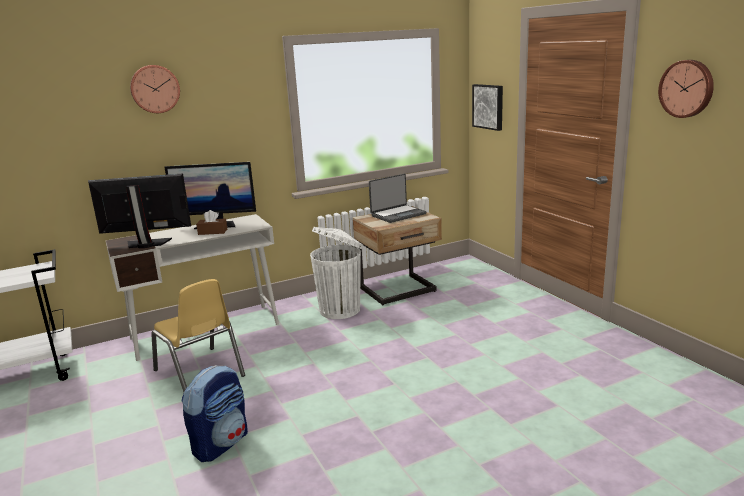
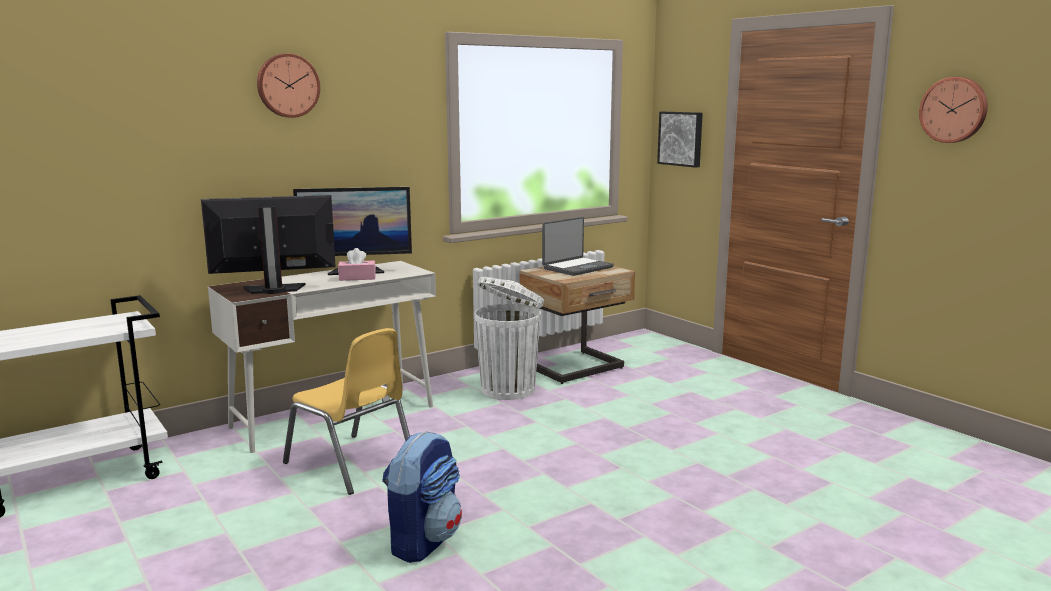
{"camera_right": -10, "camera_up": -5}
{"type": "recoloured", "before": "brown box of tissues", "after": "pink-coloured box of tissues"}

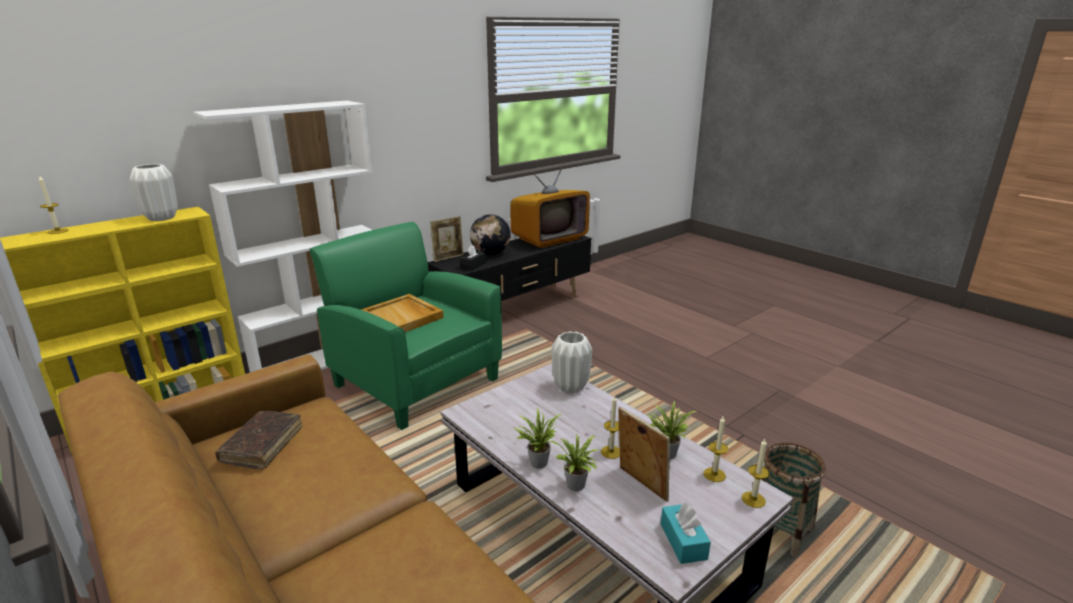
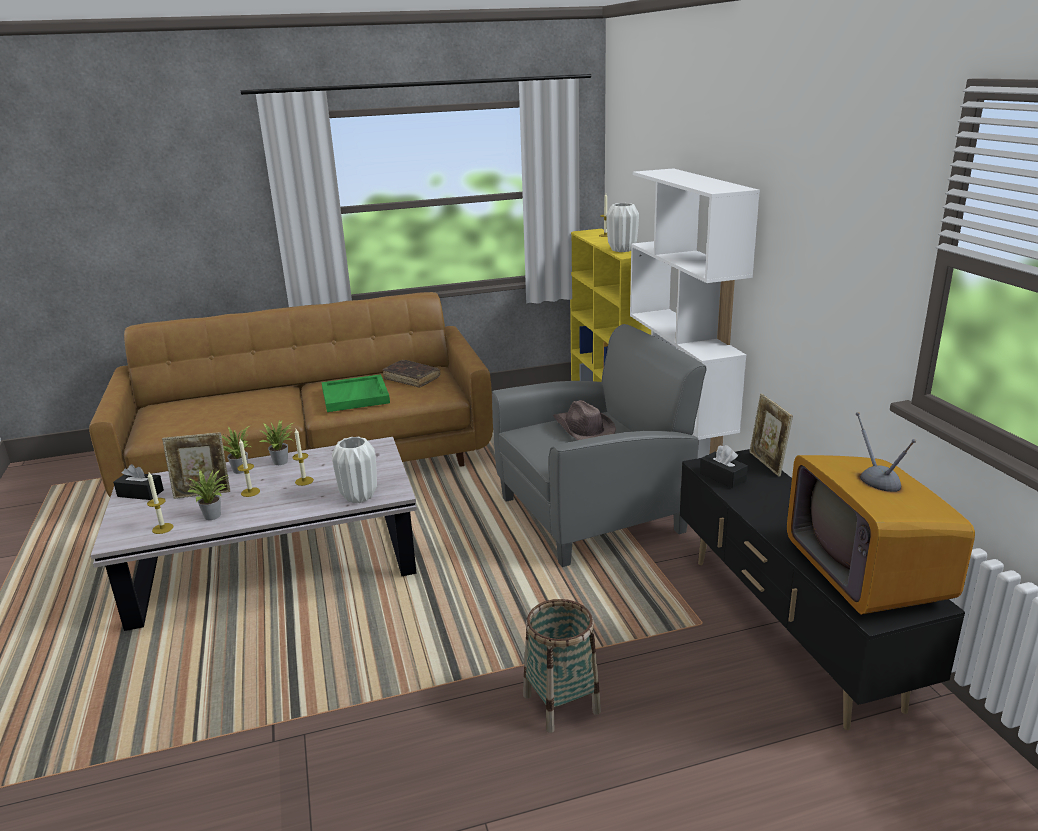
{"camera_right": 115, "camera_up": 0}
{"type": "recoloured", "before": "blue-green box of tissues", "after": "black-coloured box of tissues (1st from left)"}
{"type": "moved", "before": "wax light (4th from left in the first image)", "after": "wax light (3rd from left)"}
{"type": "added", "after": "green-coloured tray"}
{"type": "recoloured", "before": "green-coloured easy chair", "after": "greyish easy chair"}
{"type": "moved", "before": "household basket"}
{"type": "replaced", "before": "beige tray", "after": "brown wearable hat"}
{"type": "removed", "before": "globe"}

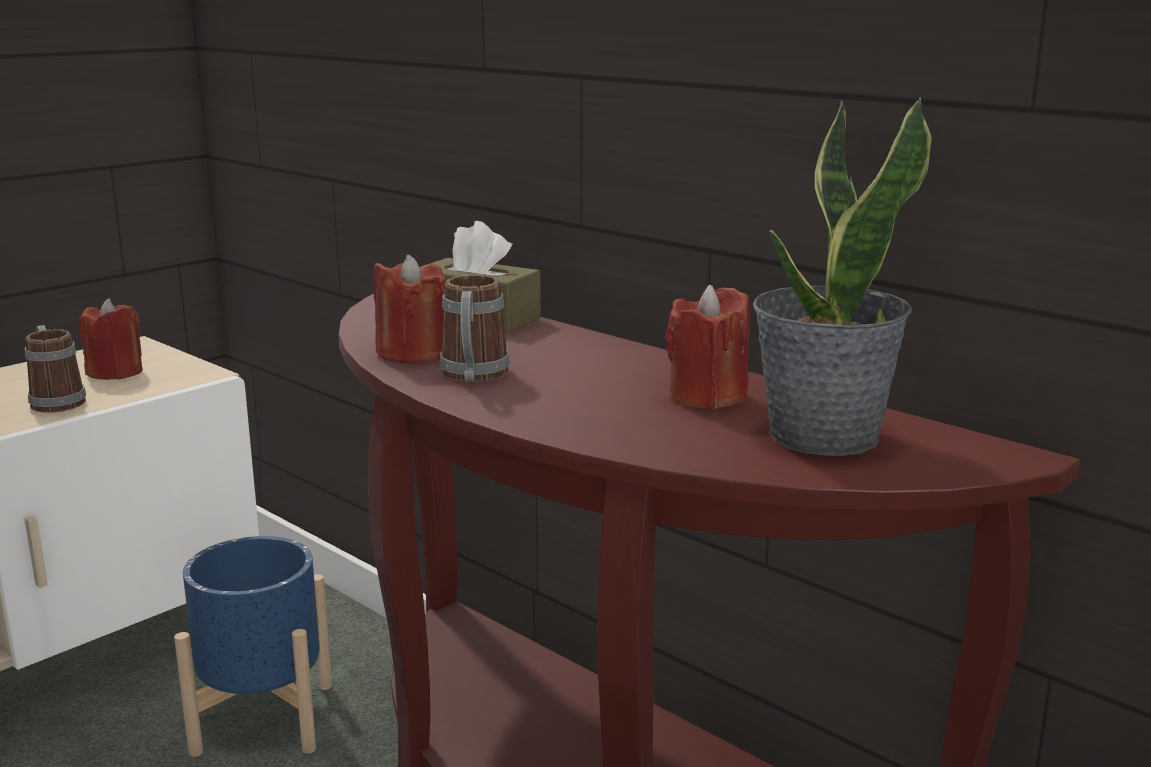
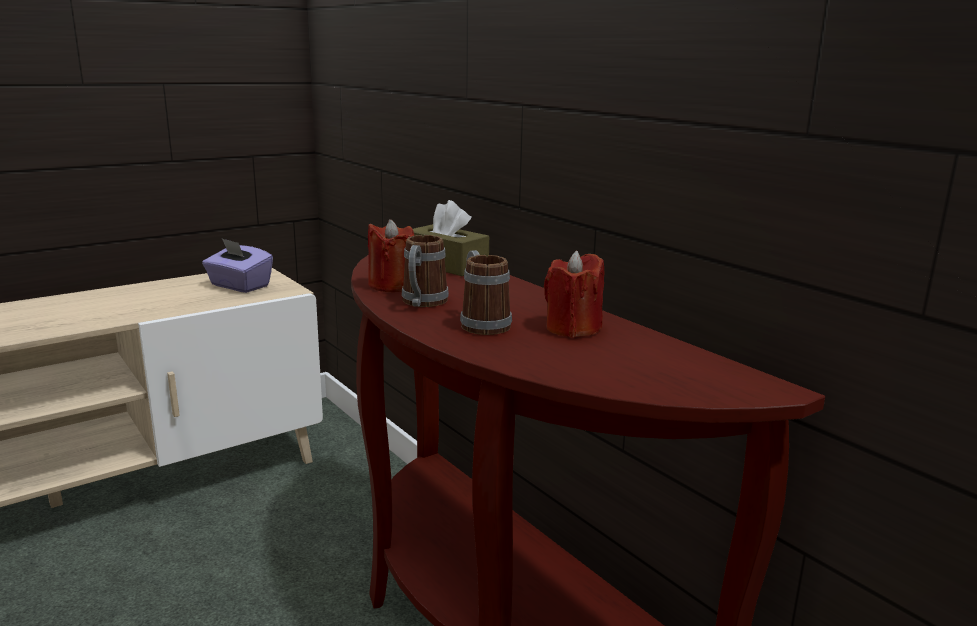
{"camera_right": 10, "camera_up": 0}
{"type": "replaced", "before": "red-coloured wax light (1st from left)", "after": "purple box of tissues"}
{"type": "moved", "before": "tea mug (1st from left in the first image)", "after": "tea mug (2nd from left)"}
{"type": "removed", "before": "blue-coloured planter"}
{"type": "removed", "before": "plant in a pot"}

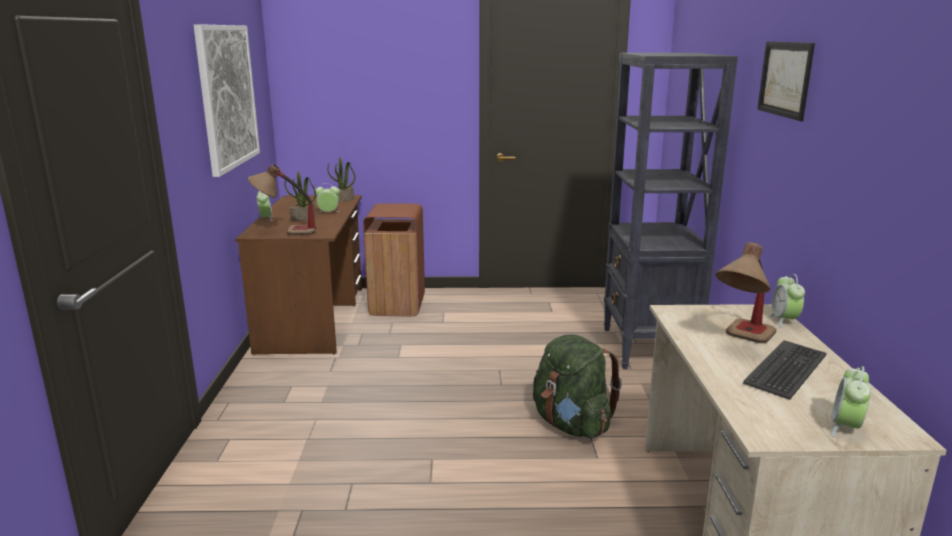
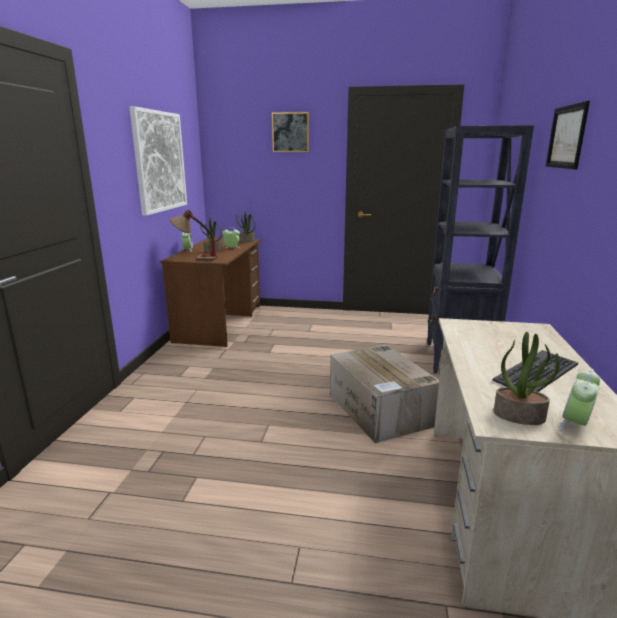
{"camera_right": 10, "camera_up": 0}
{"type": "added", "after": "wall art (2nd from left)"}
{"type": "replaced", "before": "green-coloured rucksack", "after": "carton"}
{"type": "added", "after": "plant in a pot (3rd from left)"}
{"type": "removed", "before": "brown rubbish bin"}
{"type": "removed", "before": "tabletop lamp (2nd from left)"}
{"type": "removed", "before": "table clock (3rd from left)"}

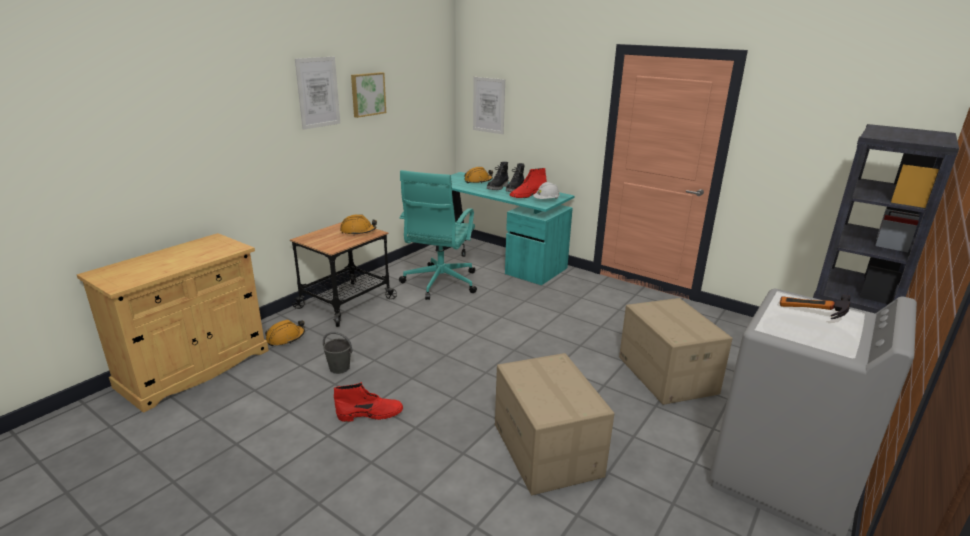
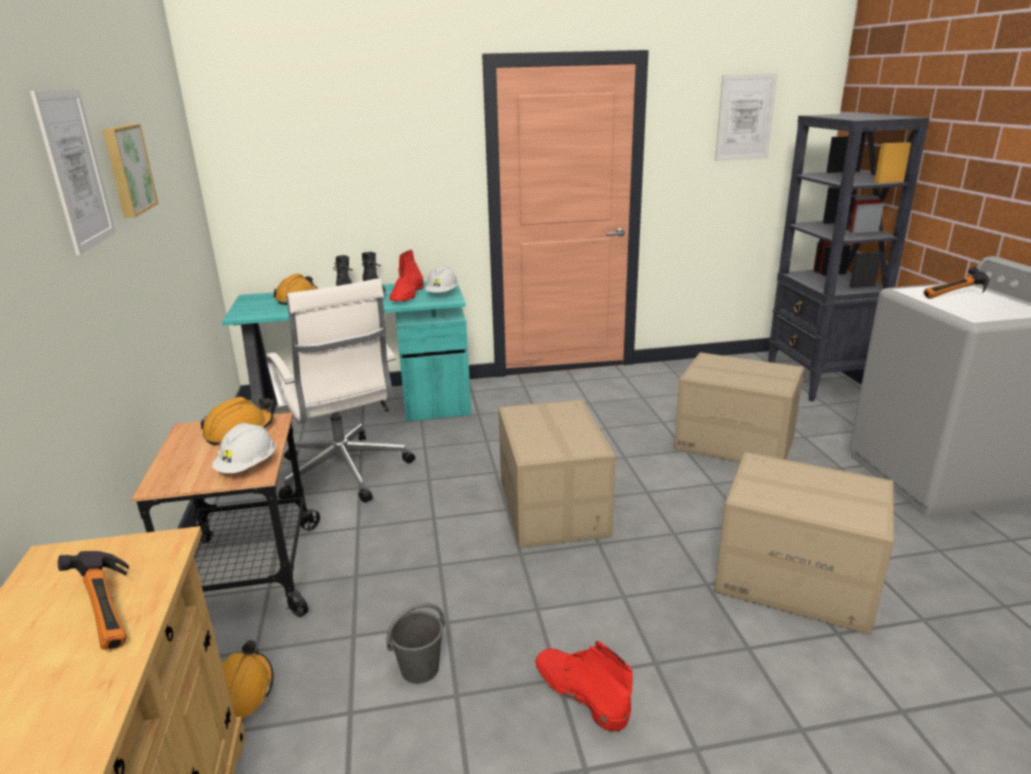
{"camera_right": -45, "camera_up": 0}
{"type": "added", "after": "hammer (1st from left)"}
{"type": "added", "after": "whitish work helmet (1st from left)"}
{"type": "recoloured", "before": "blue-green desk chair", "after": "whitish desk chair"}
{"type": "added", "after": "carton (1st from left)"}
{"type": "turned", "before": "red-coloured tall boot (1st from left in the first image)", "turn": -75}
{"type": "moved", "before": "wall art (3rd from left)"}

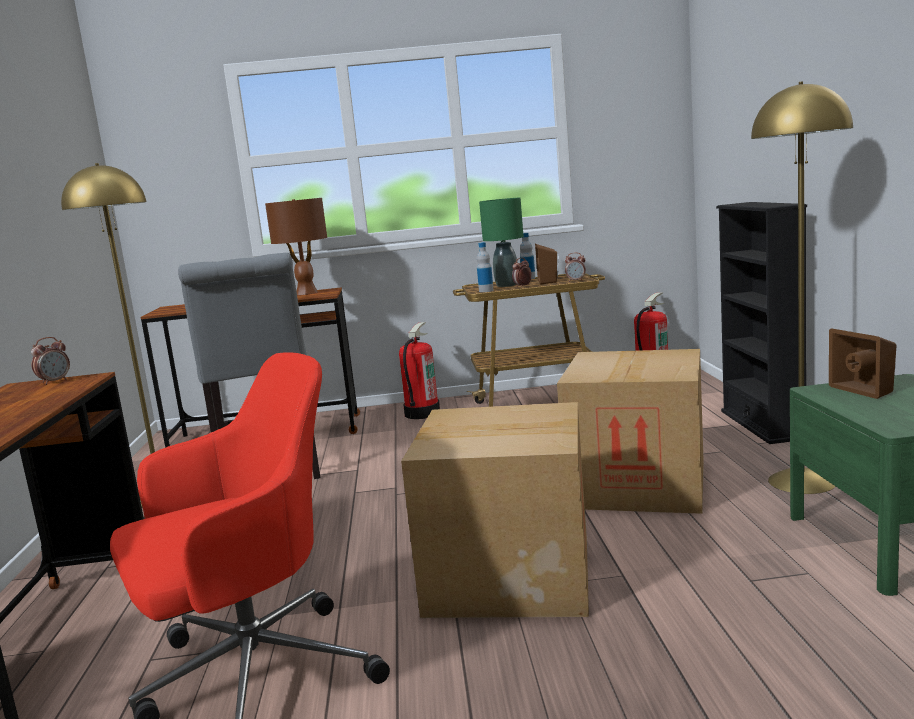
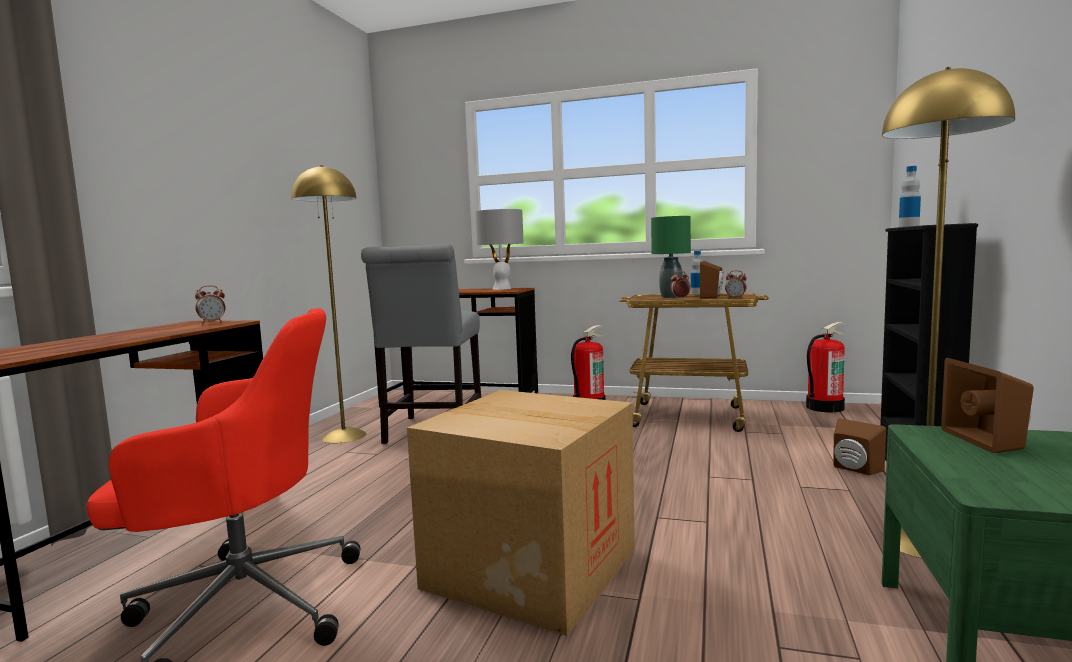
{"camera_right": 20, "camera_up": -5}
{"type": "recoloured", "before": "brown tabletop lamp", "after": "greyish tabletop lamp"}
{"type": "added", "after": "brown audio speaker (2nd from left)"}
{"type": "moved", "before": "beverage bottle (1st from left in the first image)", "after": "beverage bottle (2nd from left)"}
{"type": "removed", "before": "carton (2nd from left)"}

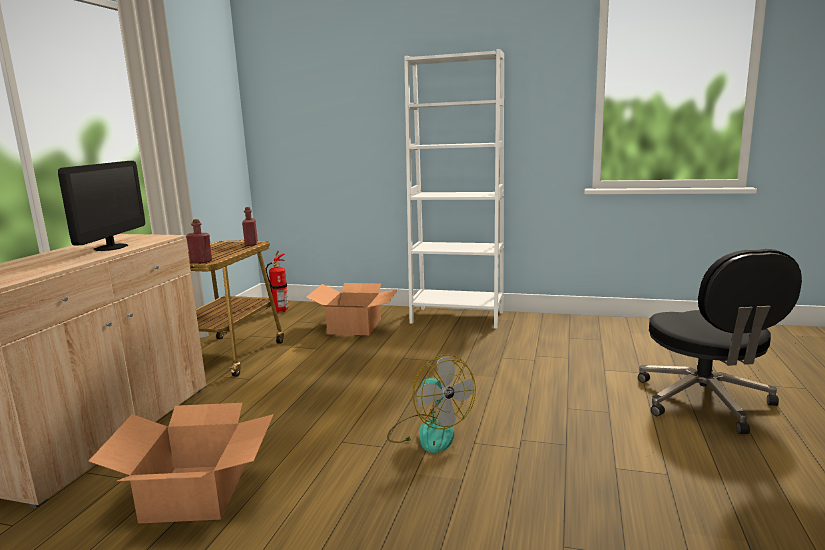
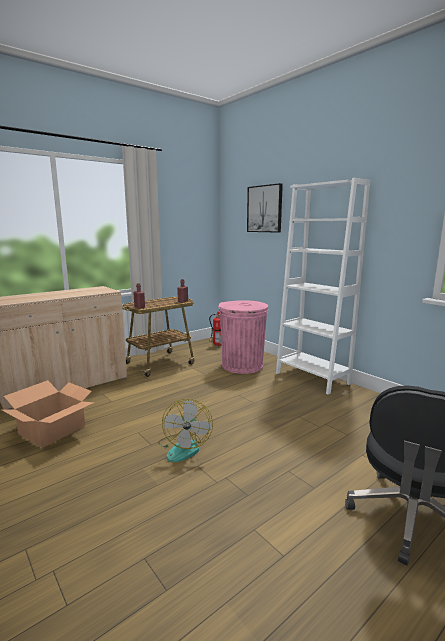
{"camera_right": 35, "camera_up": 0}
{"type": "replaced", "before": "carton (2nd from left)", "after": "pink-coloured rubbish bin"}
{"type": "added", "after": "wall art"}
{"type": "removed", "before": "computer screen"}

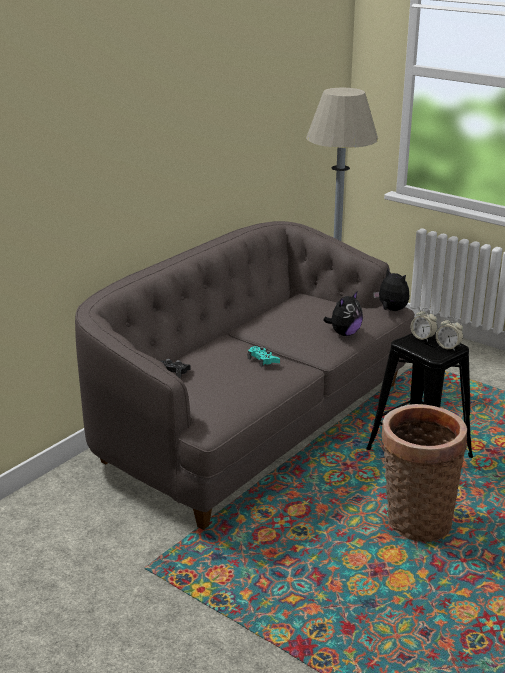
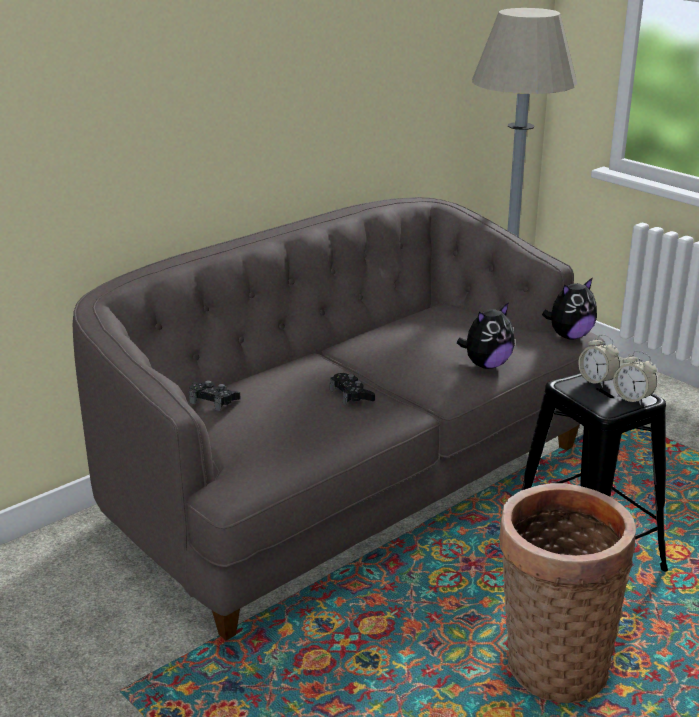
{"camera_right": 10, "camera_up": 0}
{"type": "recoloured", "before": "blue-green game controller", "after": "black-coloured game controller (2nd from left)"}
{"type": "turned", "before": "cuddly toy (2nd from left)", "turn": 90}

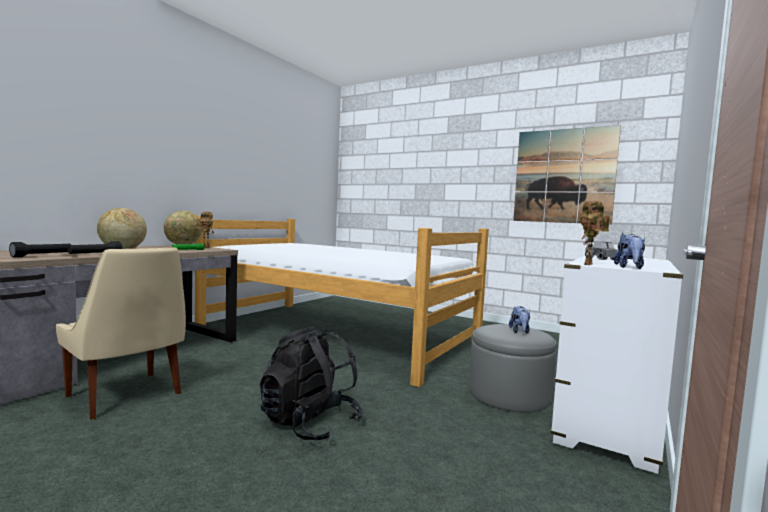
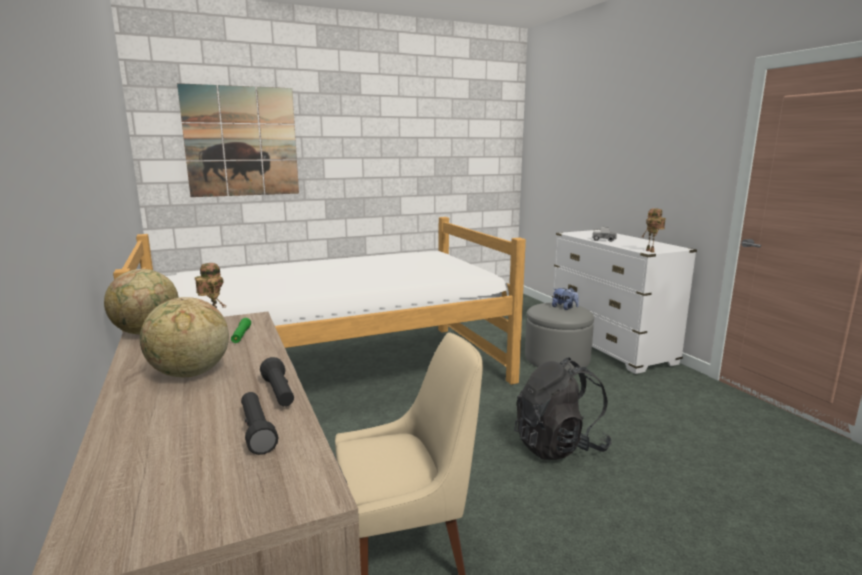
{"camera_right": -55, "camera_up": 10}
{"type": "moved", "before": "wall art"}
{"type": "removed", "before": "cuddly toy (2nd from left)"}

